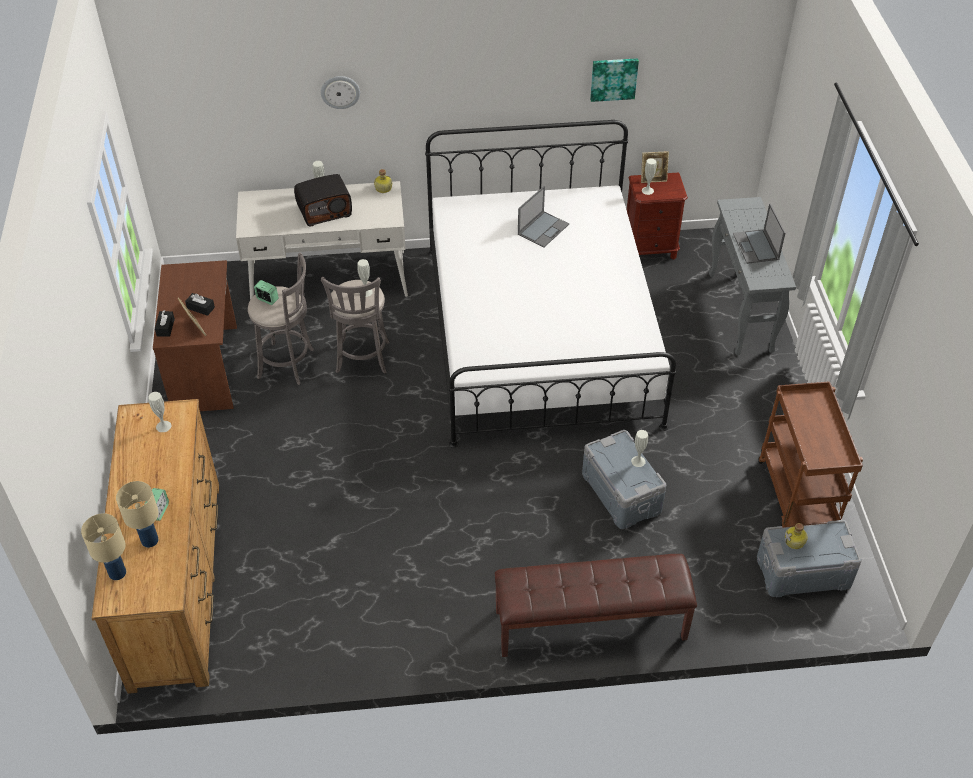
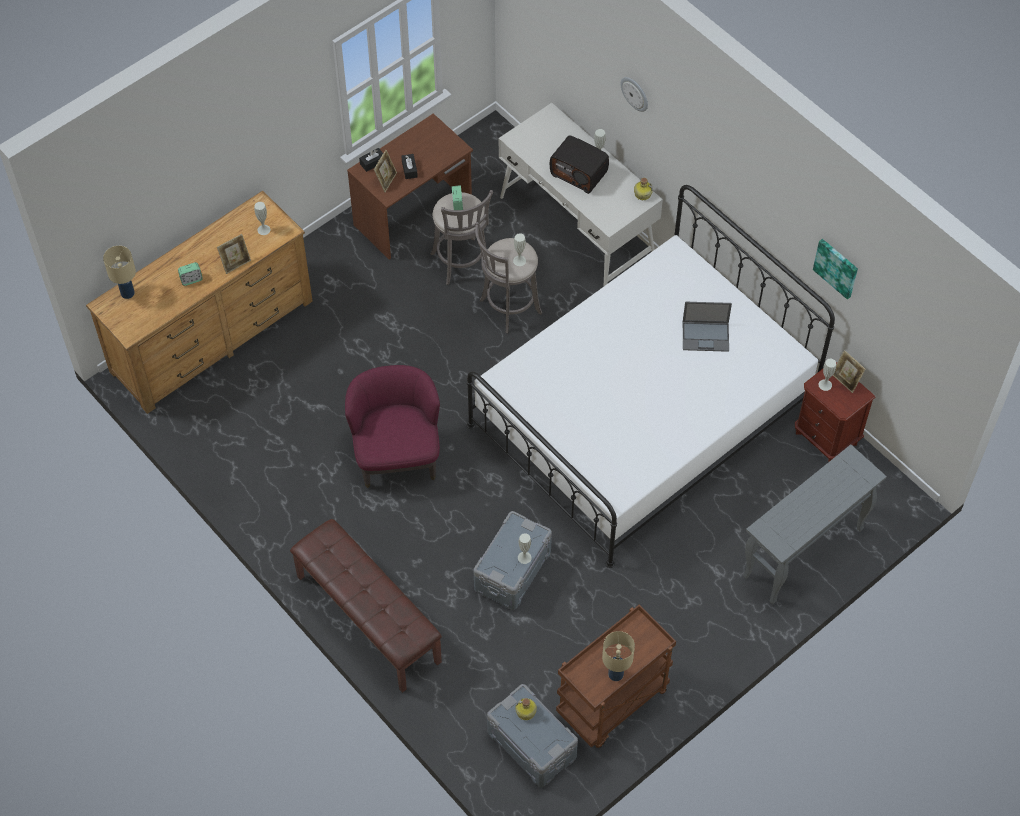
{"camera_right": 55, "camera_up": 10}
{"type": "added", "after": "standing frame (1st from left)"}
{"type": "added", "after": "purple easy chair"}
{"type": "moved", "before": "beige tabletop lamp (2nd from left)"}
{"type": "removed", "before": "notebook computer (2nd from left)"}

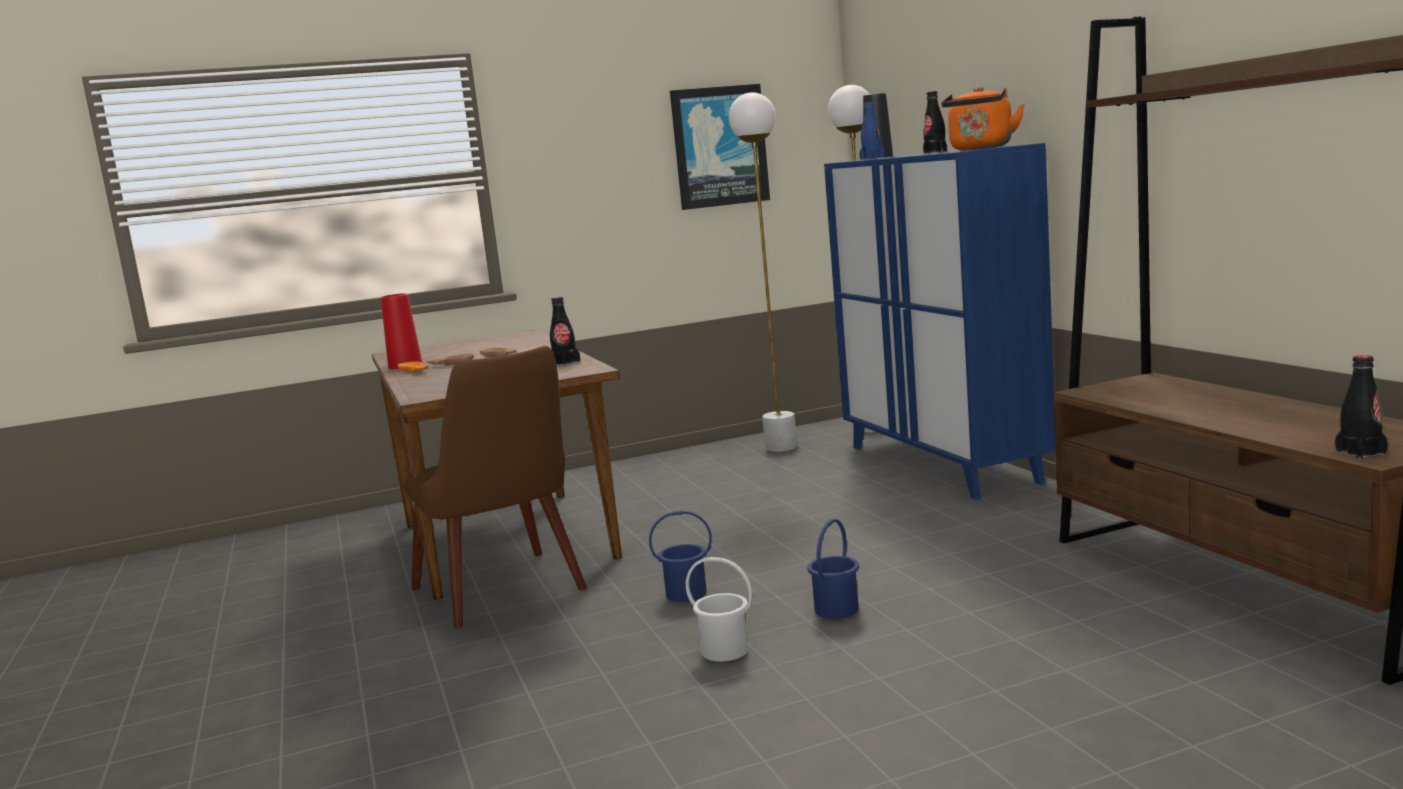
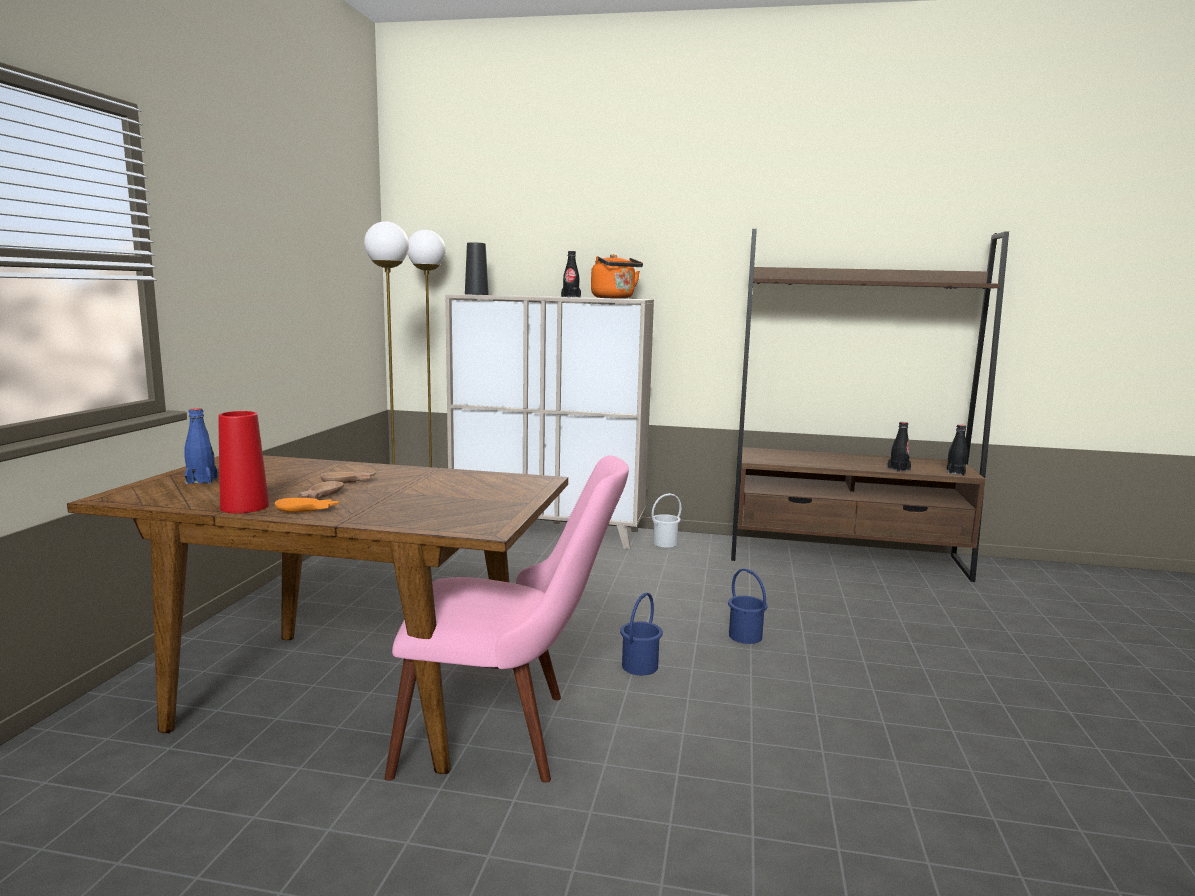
{"camera_right": -60, "camera_up": 0}
{"type": "moved", "before": "blue-coloured beverage bottle"}
{"type": "recoloured", "before": "brown plain chair", "after": "pink-coloured plain chair"}
{"type": "recoloured", "before": "blue-coloured cabinet", "after": "beige cabinet"}
{"type": "moved", "before": "whitish pail"}
{"type": "moved", "before": "black-coloured beverage bottle (1st from left in the first image)", "after": "black-coloured beverage bottle (2nd from left)"}
{"type": "removed", "before": "wall art"}

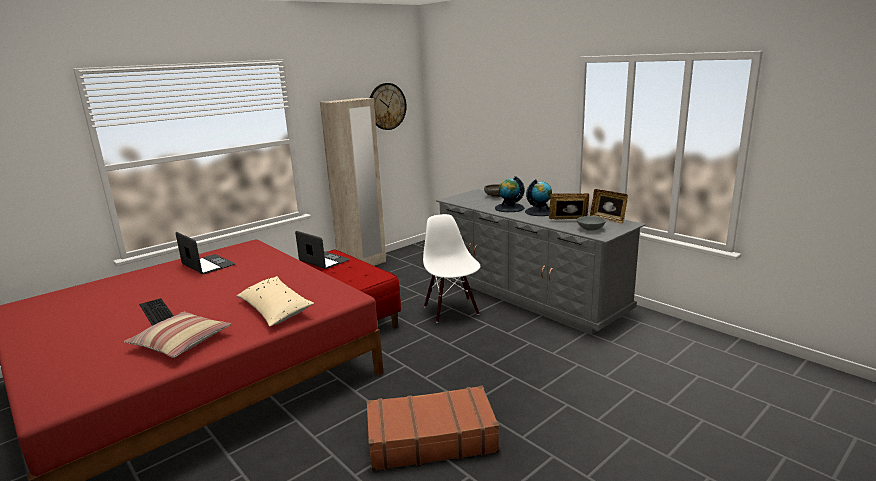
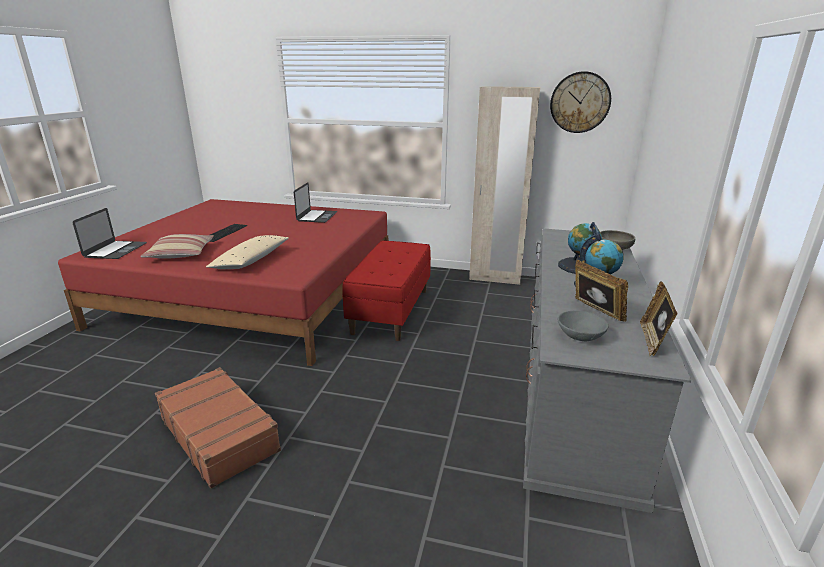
{"camera_right": 55, "camera_up": 5}
{"type": "moved", "before": "notebook computer (2nd from left in the first image)", "after": "notebook computer (1st from left)"}
{"type": "removed", "before": "whitish plain chair"}

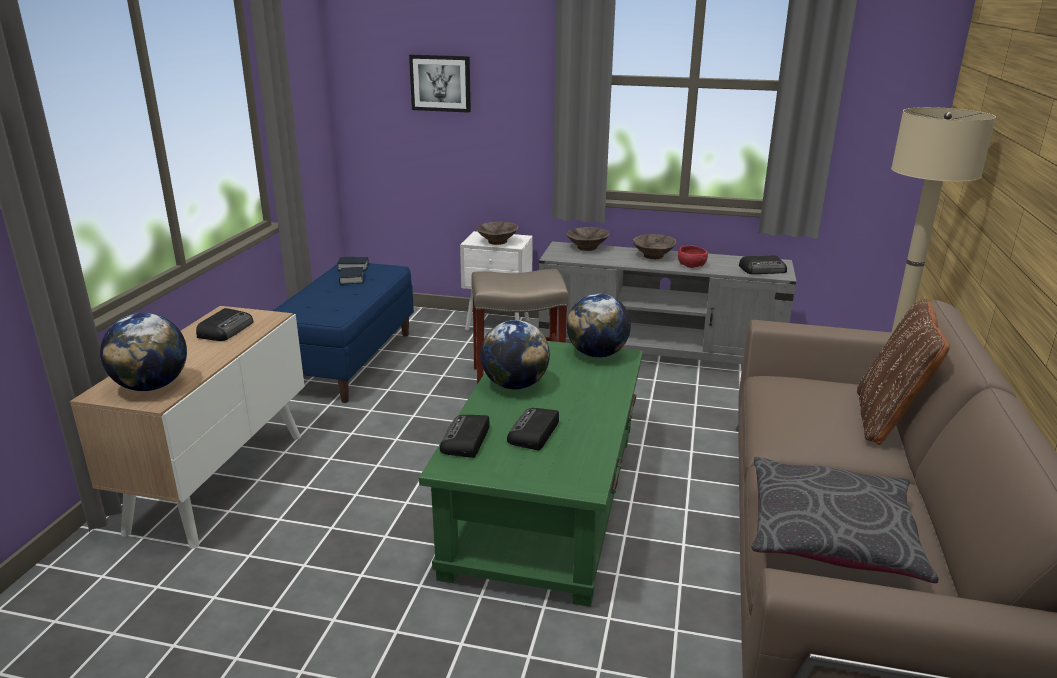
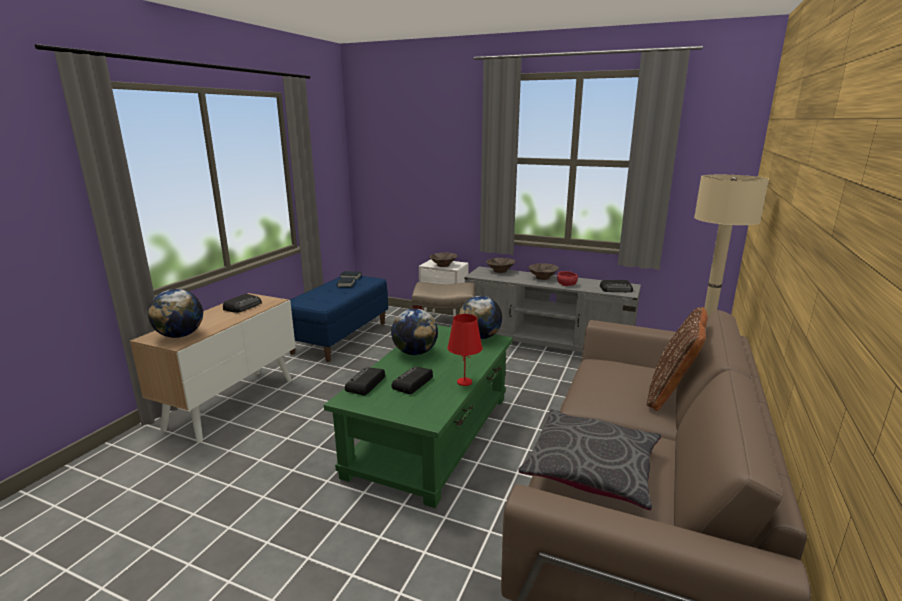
{"camera_right": 10, "camera_up": -5}
{"type": "added", "after": "red-coloured tabletop lamp"}
{"type": "removed", "before": "wall art"}

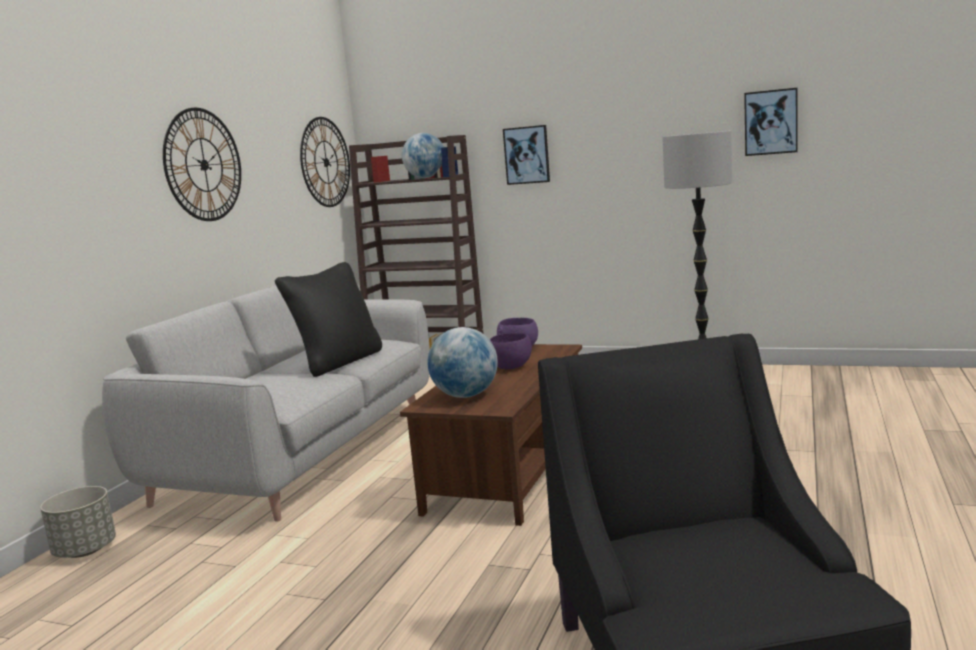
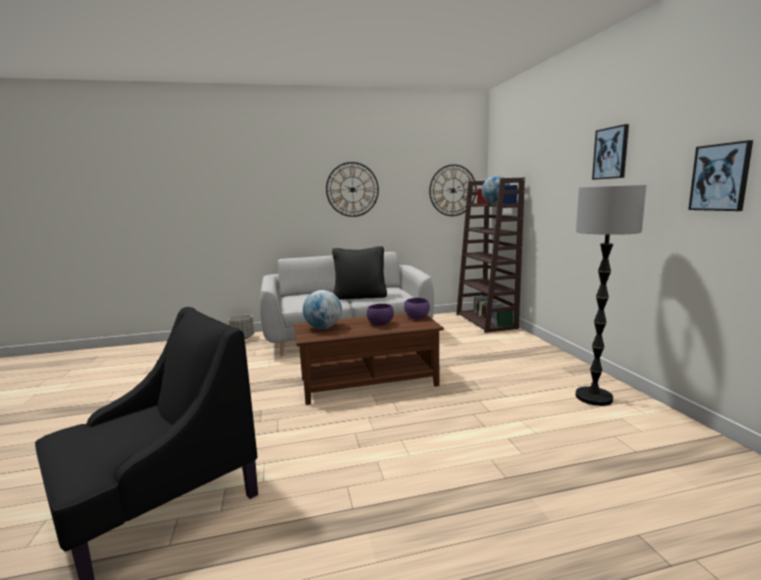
{"camera_right": 55, "camera_up": 0}
{"type": "moved", "before": "wall art (1st from left)"}

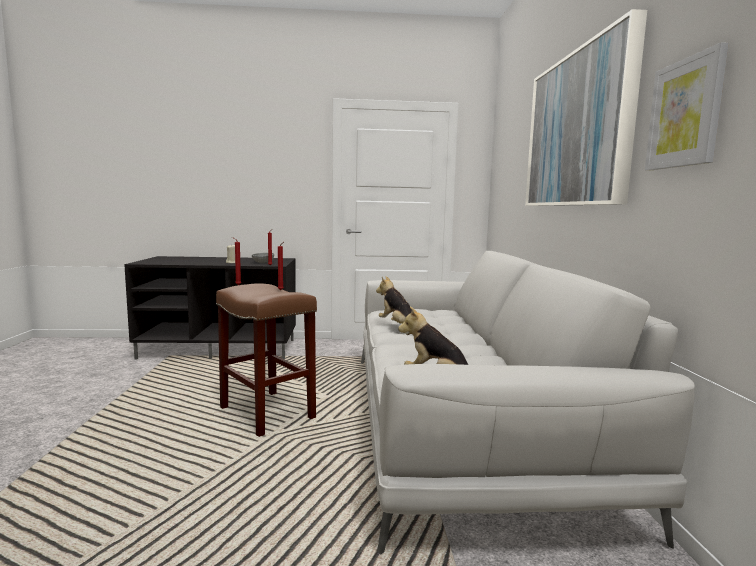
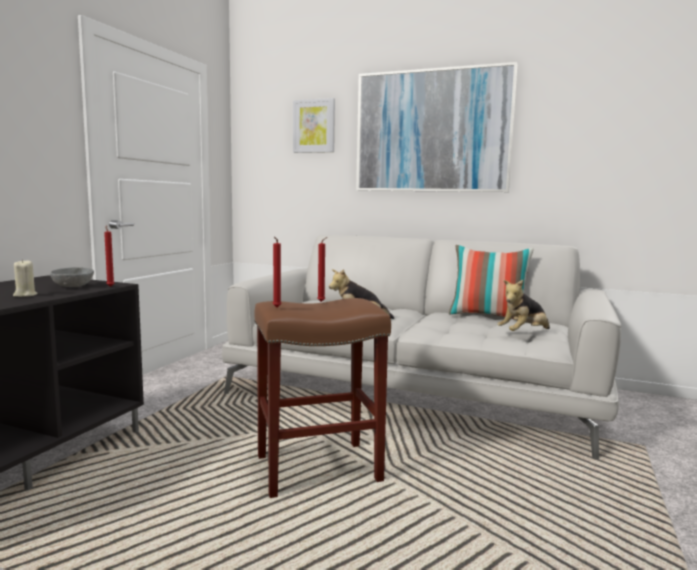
{"camera_right": -65, "camera_up": 0}
{"type": "moved", "before": "wall art (2nd from left in the first image)", "after": "wall art (1st from left)"}
{"type": "added", "after": "pillow"}

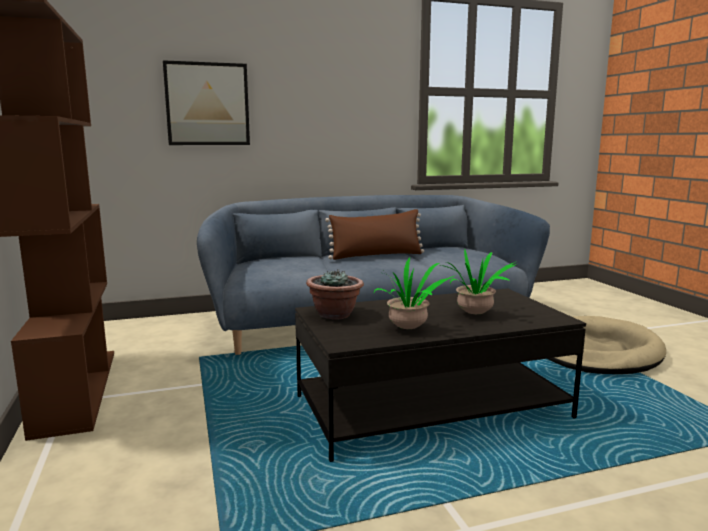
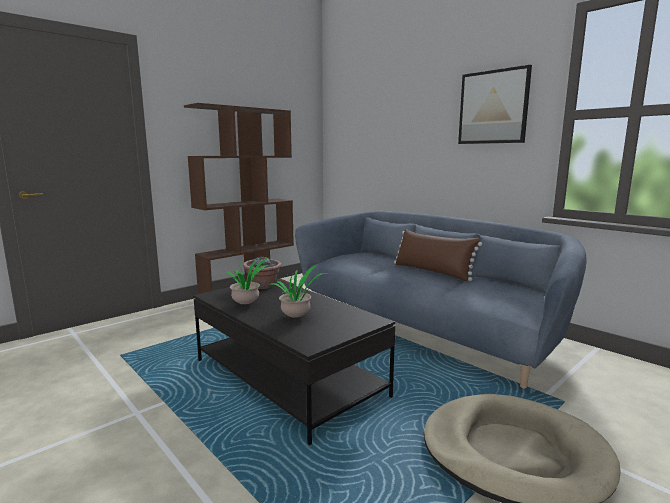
{"camera_right": 65, "camera_up": 0}
{"type": "moved", "before": "wall art"}

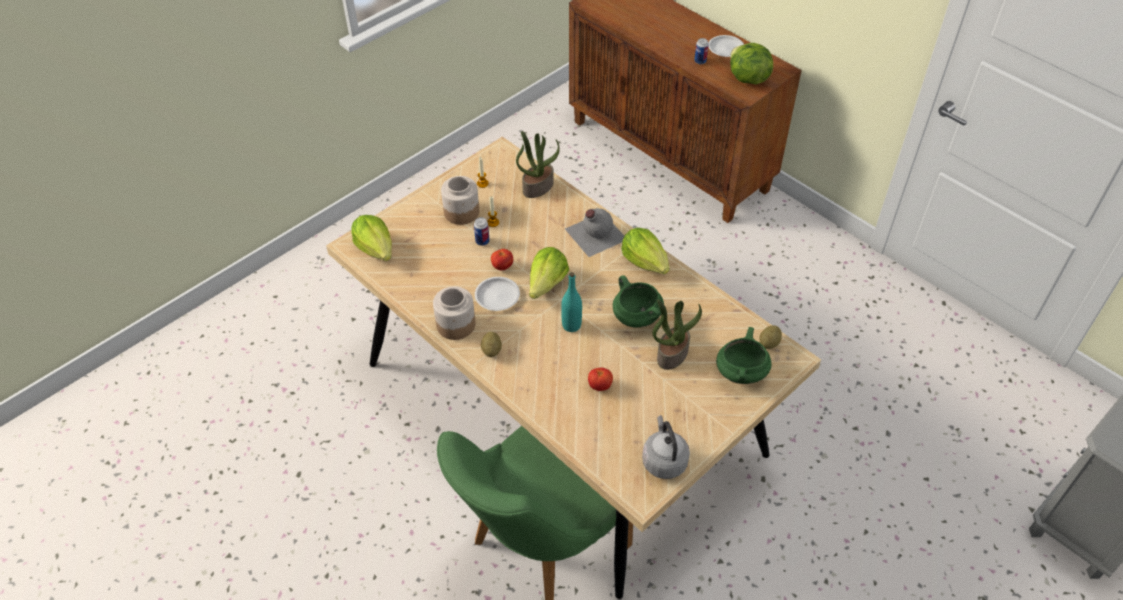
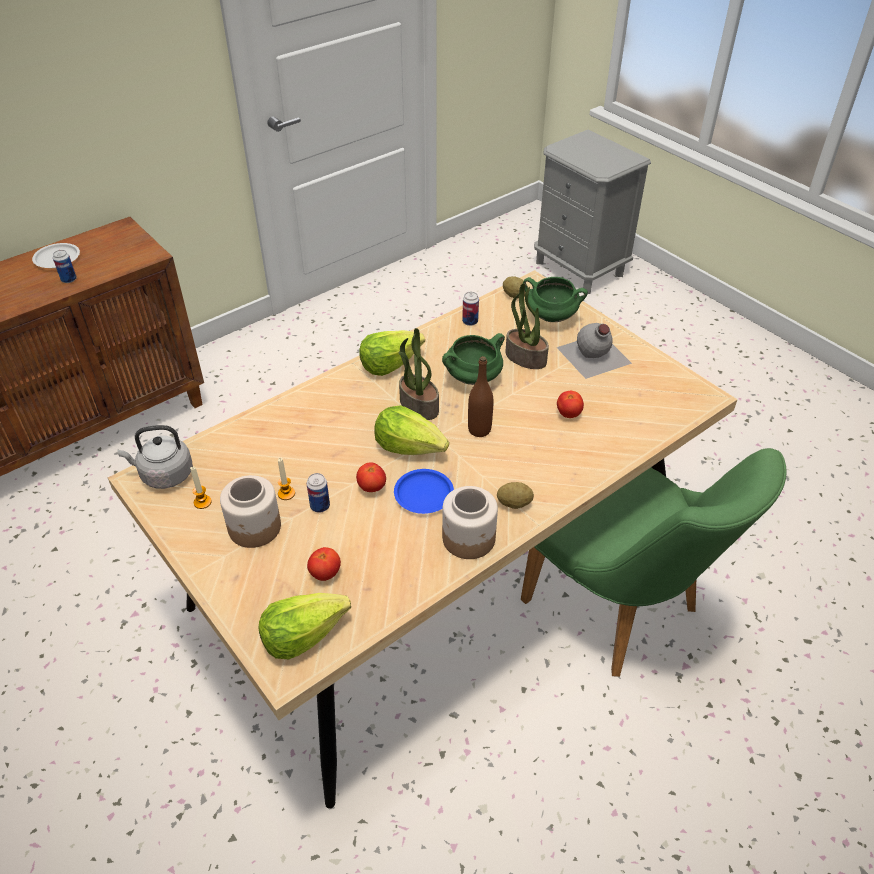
{"camera_right": -85, "camera_up": -5}
{"type": "moved", "before": "greyish tea kettle"}
{"type": "added", "after": "tomato (1st from left)"}
{"type": "recoloured", "before": "whitish plate (1st from left)", "after": "blue-coloured plate"}
{"type": "moved", "before": "plant in a pot (1st from left)"}
{"type": "added", "after": "sealed can (3rd from left)"}
{"type": "recoloured", "before": "blue-green beverage bottle", "after": "brown beverage bottle"}
{"type": "moved", "before": "greyish beverage bottle"}
{"type": "removed", "before": "lettuce head (4th from left)"}

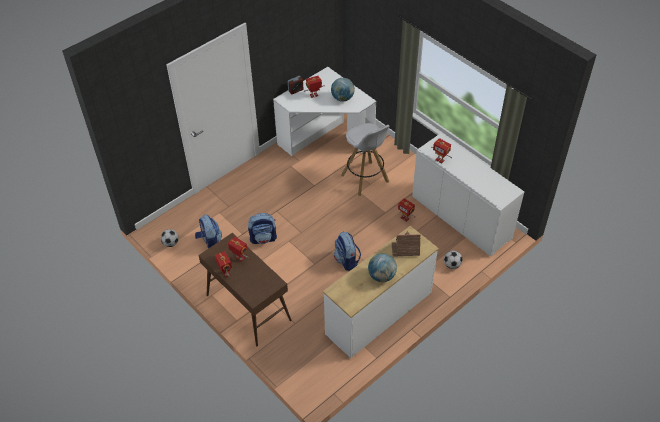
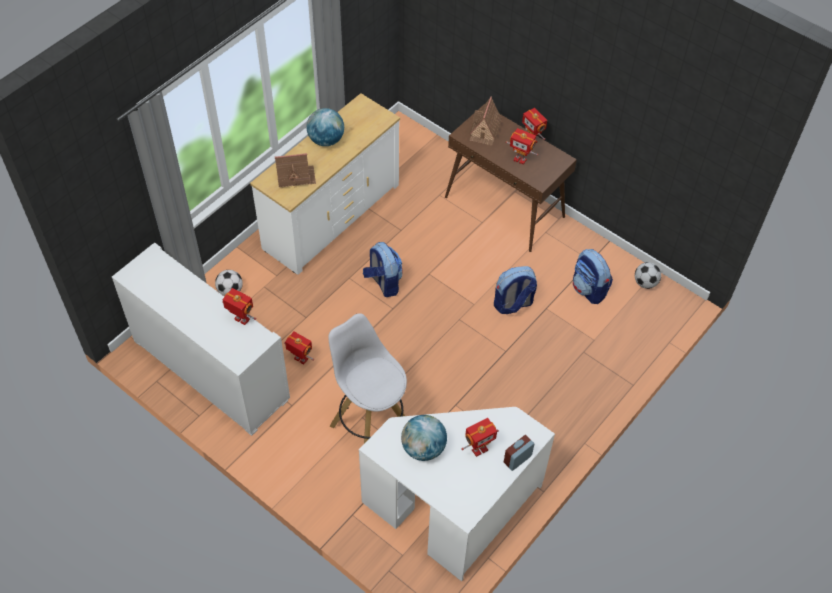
{"camera_right": 170, "camera_up": 5}
{"type": "added", "after": "model house (2nd from left)"}

